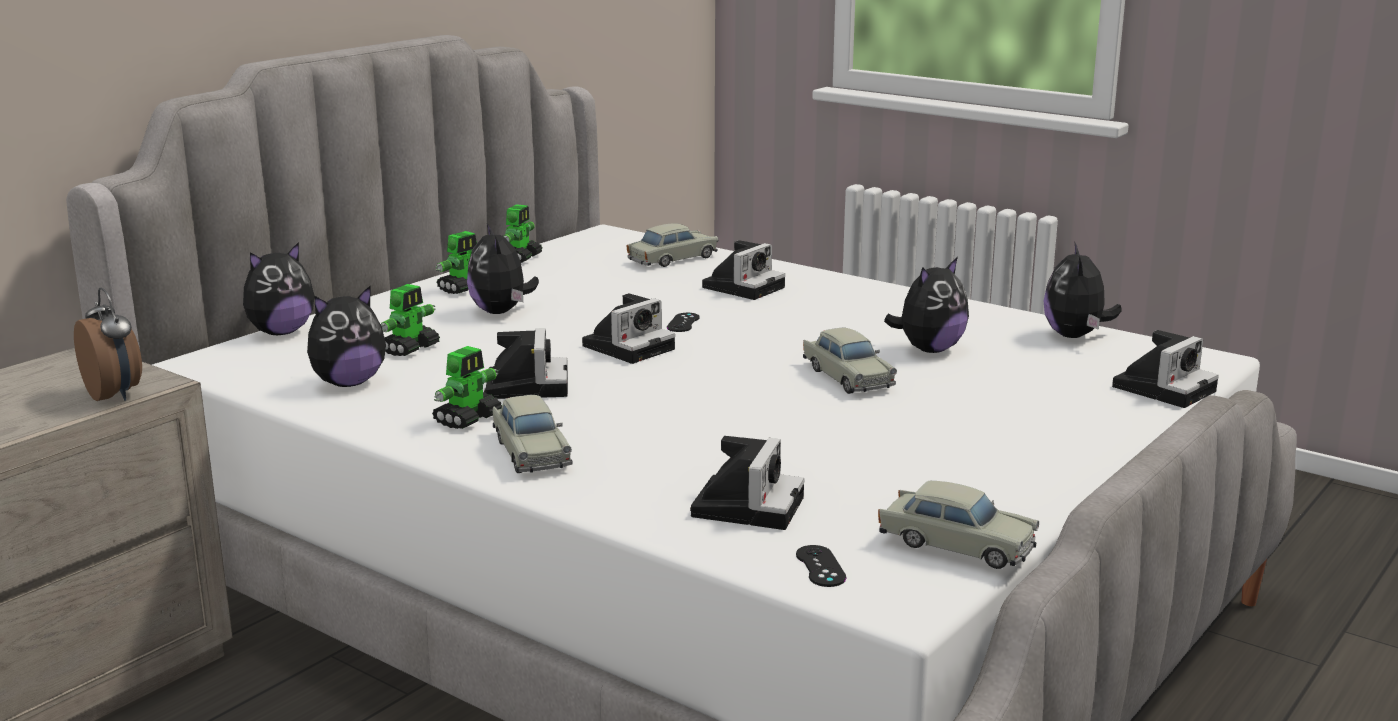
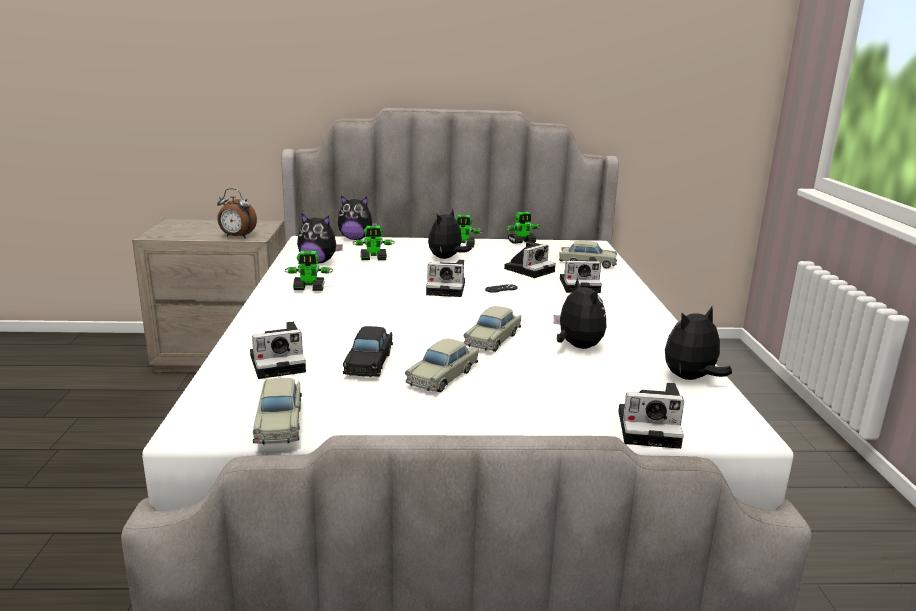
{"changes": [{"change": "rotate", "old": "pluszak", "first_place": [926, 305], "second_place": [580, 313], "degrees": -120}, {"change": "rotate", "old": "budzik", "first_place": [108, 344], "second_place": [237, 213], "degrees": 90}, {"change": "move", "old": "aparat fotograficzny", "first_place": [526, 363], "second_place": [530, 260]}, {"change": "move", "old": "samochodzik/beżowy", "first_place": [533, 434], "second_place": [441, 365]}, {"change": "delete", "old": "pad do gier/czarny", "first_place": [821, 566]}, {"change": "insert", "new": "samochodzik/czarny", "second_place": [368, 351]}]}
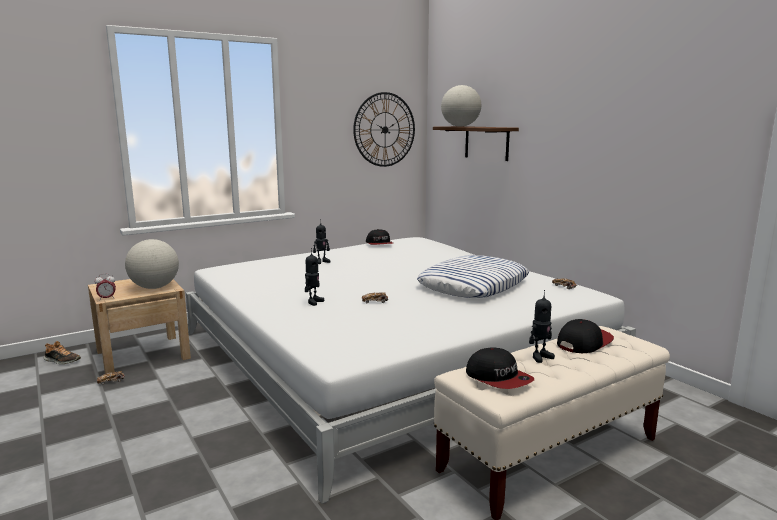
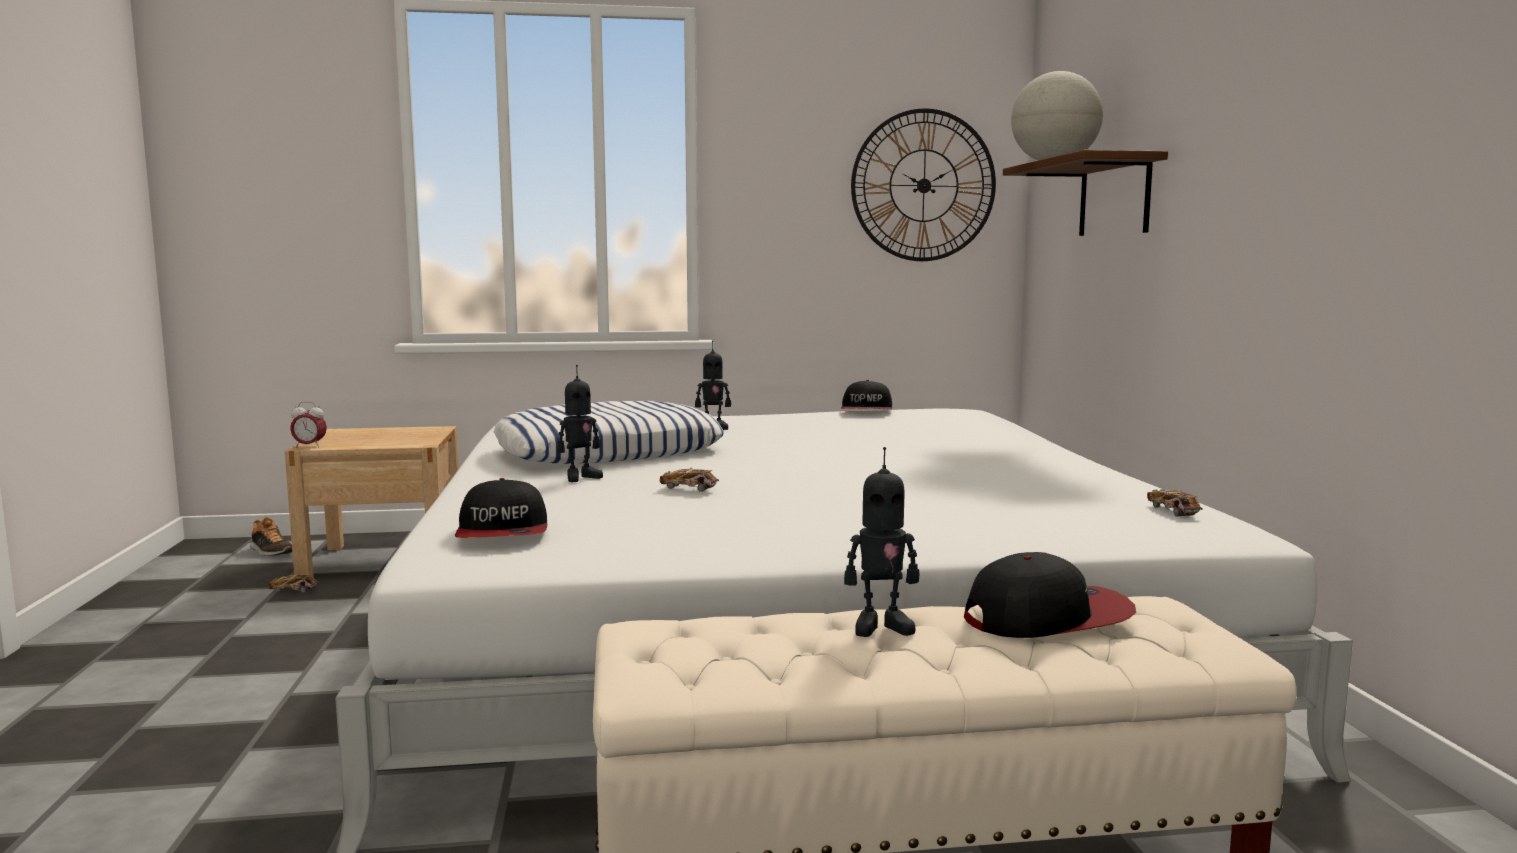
{"changes": [{"change": "delete", "old": "globus", "first_place": [152, 264]}, {"change": "move", "old": "poduszka", "first_place": [473, 276], "second_place": [609, 432]}, {"change": "move", "old": "czapka z daszkiem", "first_place": [500, 368], "second_place": [501, 508]}]}
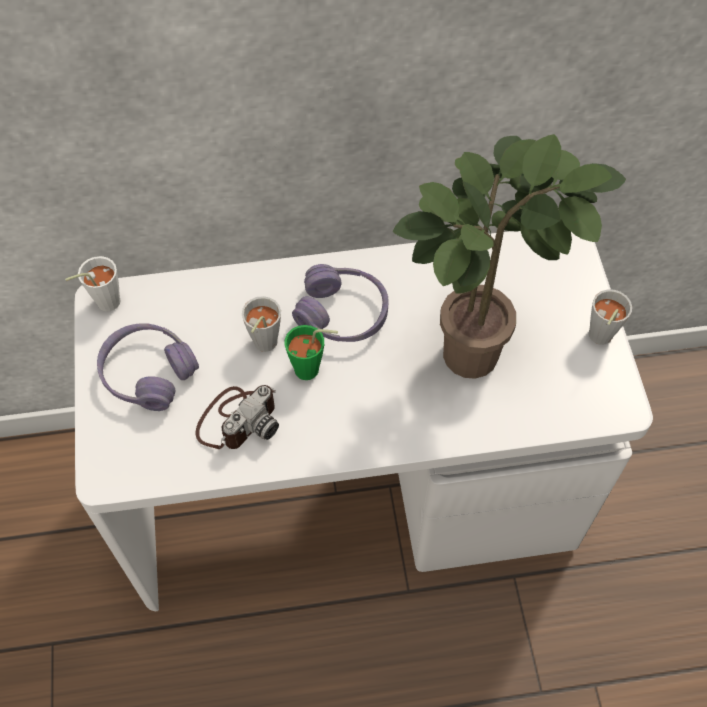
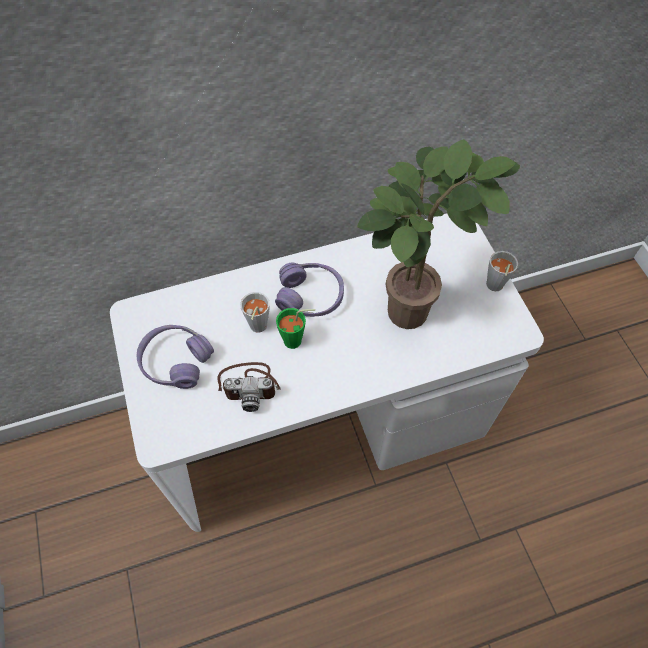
{"changes": [{"change": "delete", "old": "filiżanka/biały", "first_place": [93, 283]}, {"change": "rotate", "old": "aparat fotograficzny", "first_place": [237, 417], "second_place": [249, 387], "degrees": 60}]}
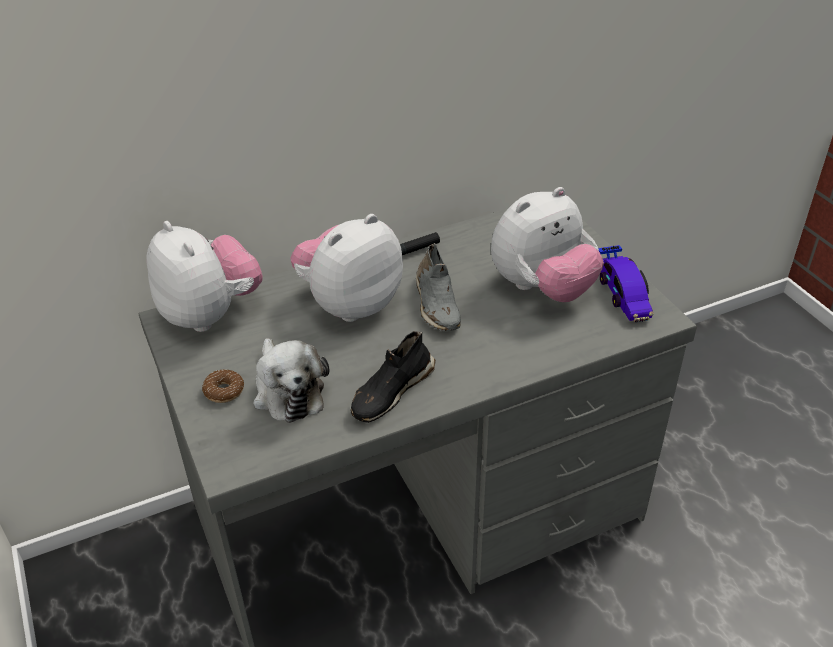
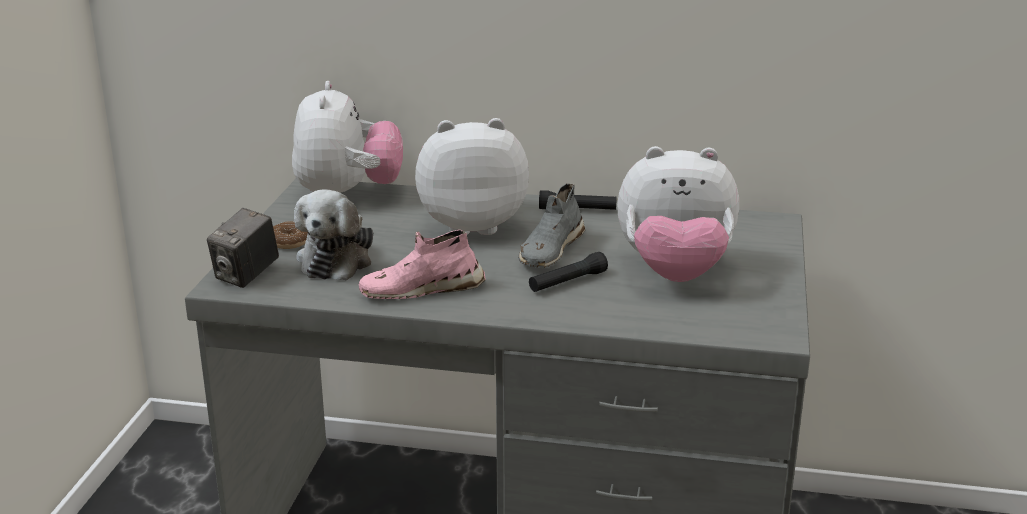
{"changes": [{"change": "delete", "old": "samochodzik", "first_place": [626, 284]}, {"change": "recolor", "old": "but/czarny", "new": "but/różowy", "first_place": [393, 377], "second_place": [422, 264]}, {"change": "insert", "new": "aparat fotograficzny", "second_place": [243, 248]}, {"change": "insert", "new": "latarka/czarny", "second_place": [568, 272]}]}
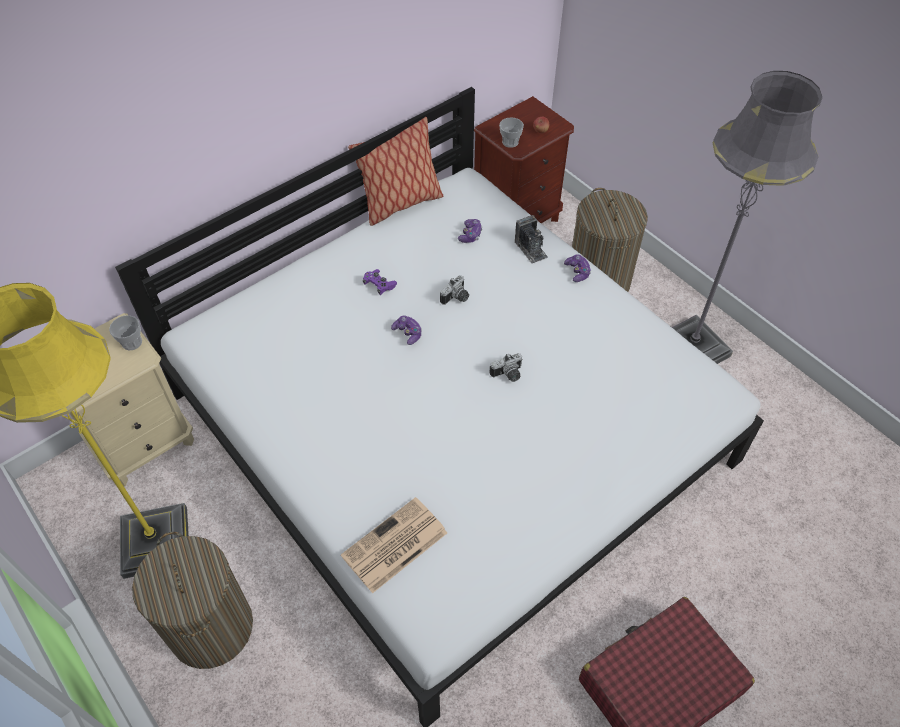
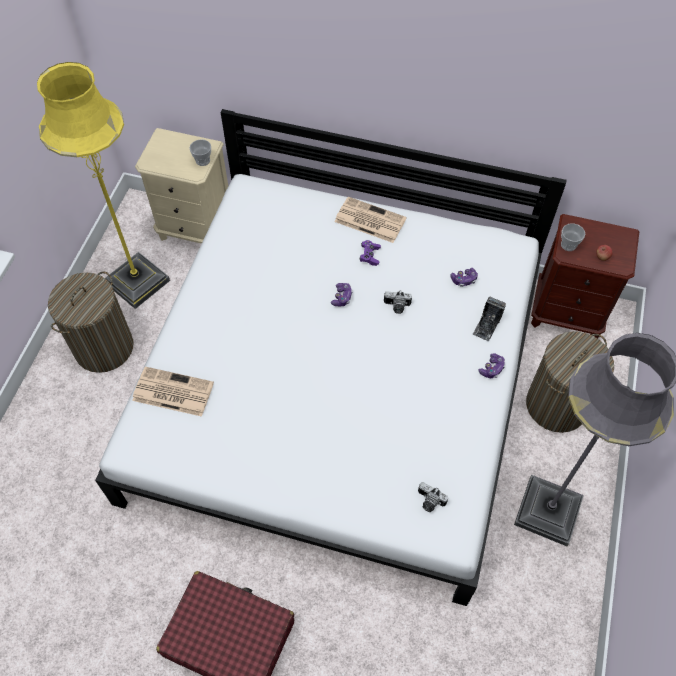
{"changes": [{"change": "delete", "old": "poduszka", "first_place": [395, 171]}, {"change": "move", "old": "aparat fotograficzny", "first_place": [505, 367], "second_place": [433, 497]}, {"change": "insert", "new": "gazeta", "second_place": [370, 220]}]}
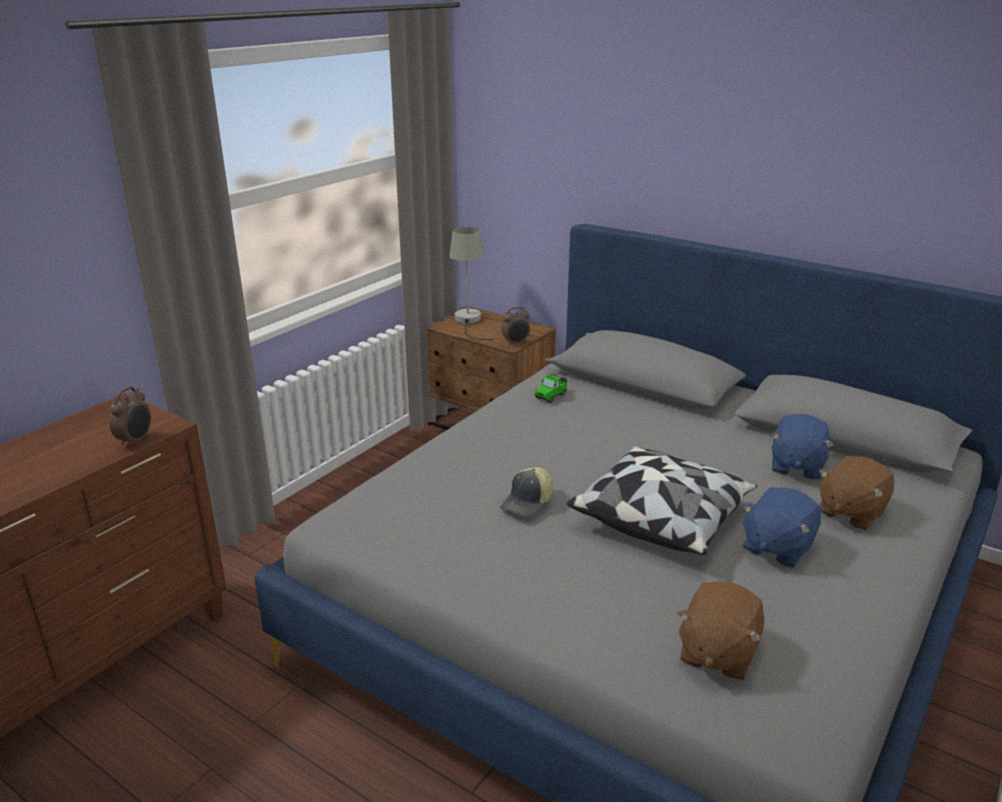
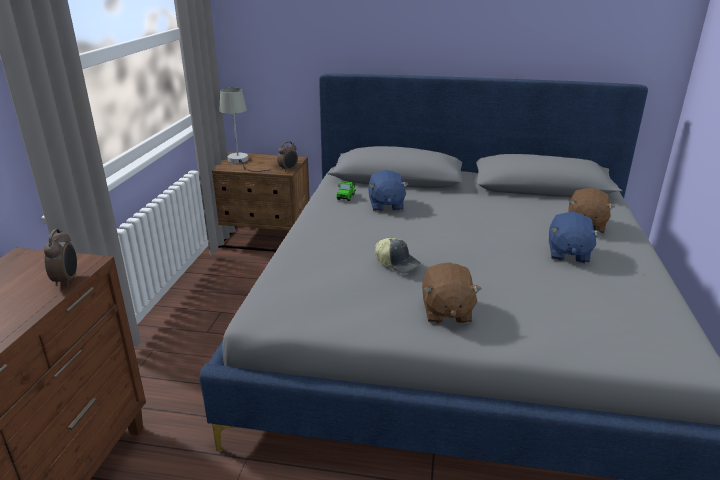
{"changes": [{"change": "move", "old": "pluszak/niebieski", "first_place": [802, 447], "second_place": [388, 191]}, {"change": "delete", "old": "poduszka", "first_place": [662, 500]}, {"change": "rotate", "old": "czapka z daszkiem", "first_place": [526, 492], "second_place": [398, 256], "degrees": -60}, {"change": "move", "old": "pluszak/brązowy", "first_place": [721, 630], "second_place": [451, 293]}]}
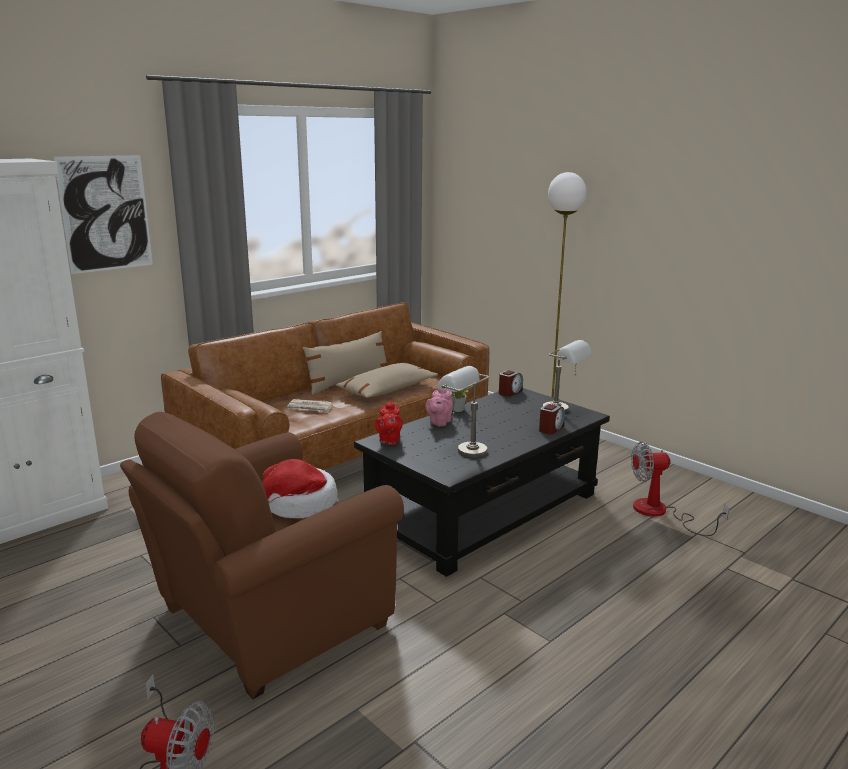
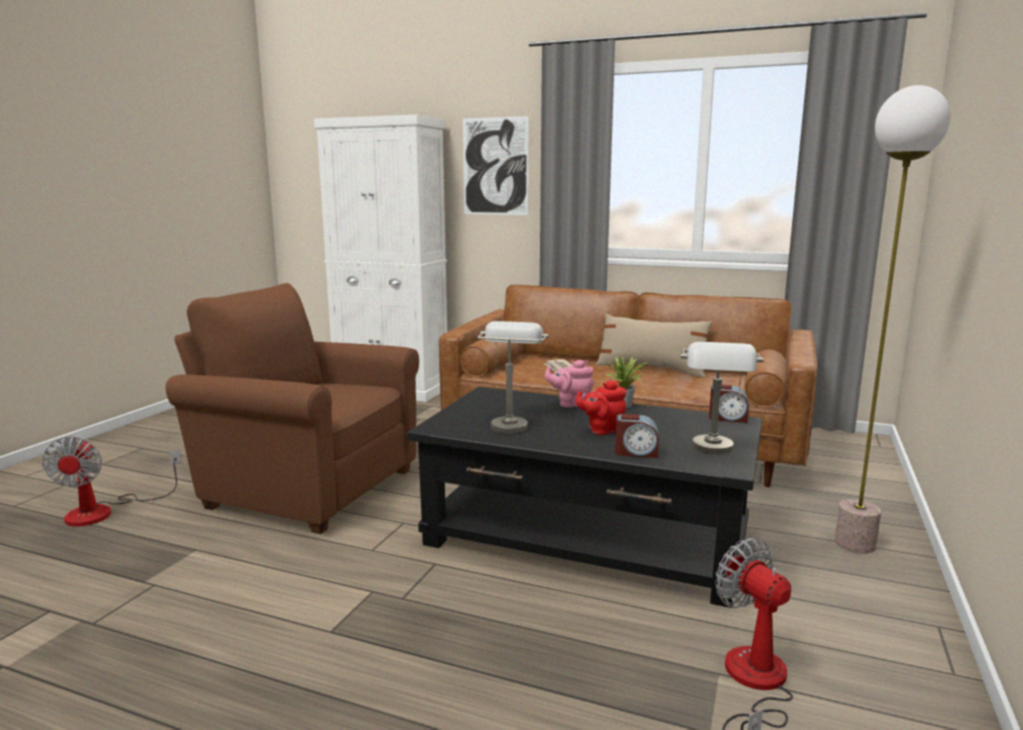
{"changes": [{"change": "delete", "old": "poduszka/beżowy", "first_place": [387, 380]}, {"change": "move", "old": "imbryk/czerwony", "first_place": [389, 423], "second_place": [601, 407]}, {"change": "delete", "old": "kapelusz", "first_place": [299, 488]}]}
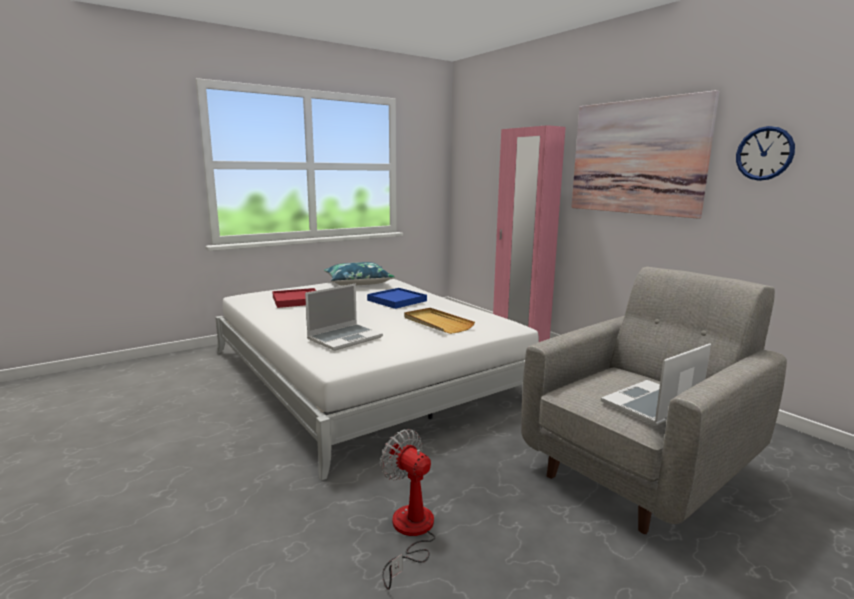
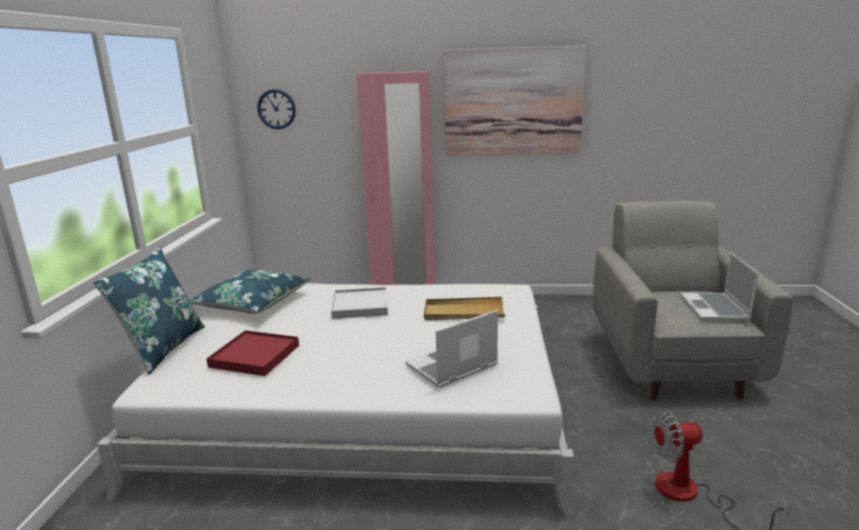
{"changes": [{"change": "move", "old": "zegar ścienny", "first_place": [765, 153], "second_place": [276, 109]}, {"change": "rotate", "old": "laptop", "first_place": [344, 317], "second_place": [452, 349], "degrees": -120}, {"change": "recolor", "old": "taca/niebieski", "new": "taca/biały", "first_place": [397, 298], "second_place": [359, 303]}, {"change": "insert", "new": "poduszka/niebieski", "second_place": [149, 310]}]}
